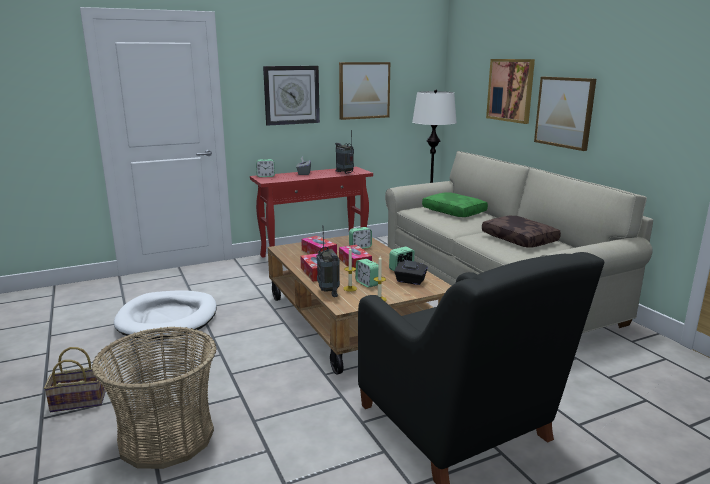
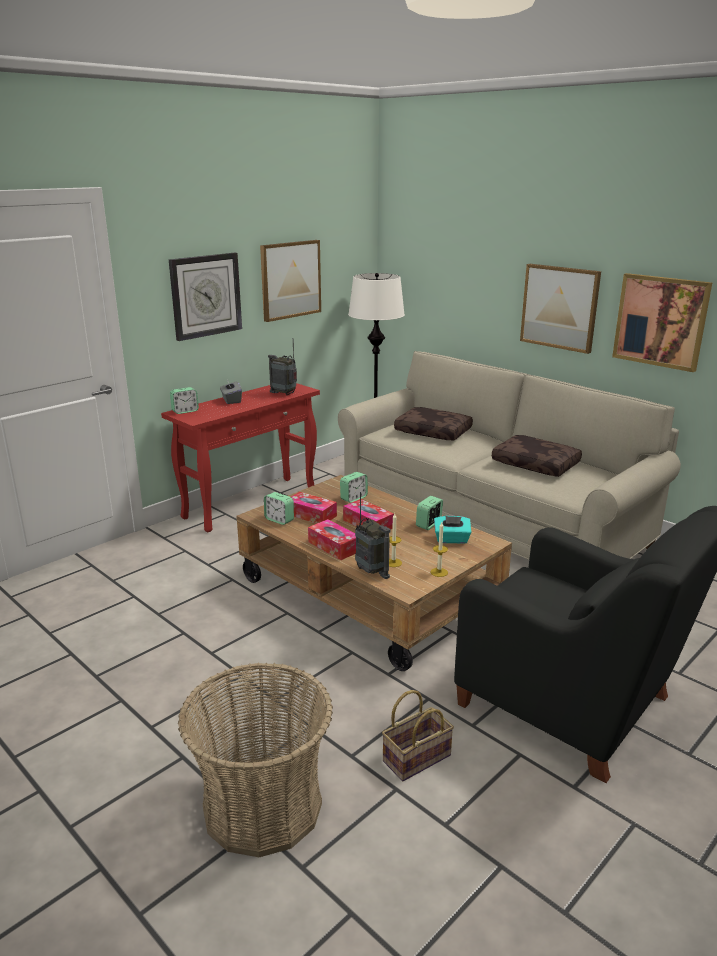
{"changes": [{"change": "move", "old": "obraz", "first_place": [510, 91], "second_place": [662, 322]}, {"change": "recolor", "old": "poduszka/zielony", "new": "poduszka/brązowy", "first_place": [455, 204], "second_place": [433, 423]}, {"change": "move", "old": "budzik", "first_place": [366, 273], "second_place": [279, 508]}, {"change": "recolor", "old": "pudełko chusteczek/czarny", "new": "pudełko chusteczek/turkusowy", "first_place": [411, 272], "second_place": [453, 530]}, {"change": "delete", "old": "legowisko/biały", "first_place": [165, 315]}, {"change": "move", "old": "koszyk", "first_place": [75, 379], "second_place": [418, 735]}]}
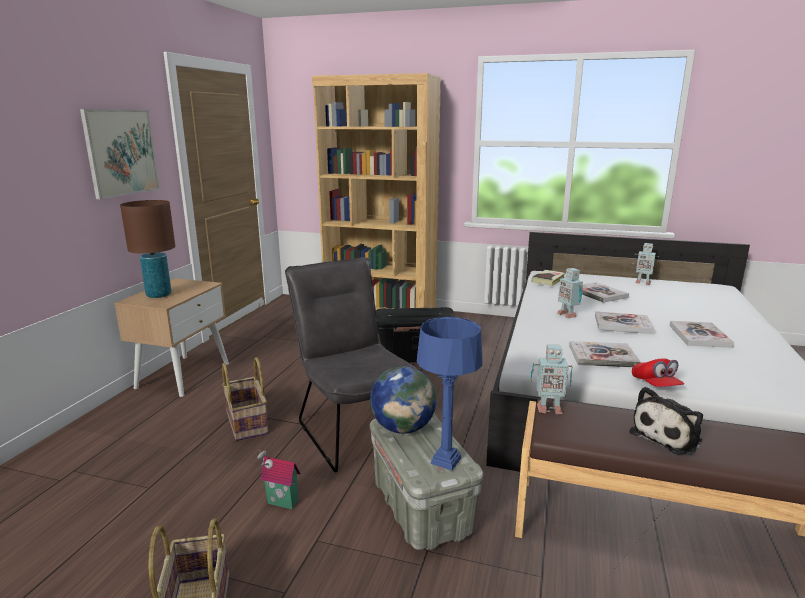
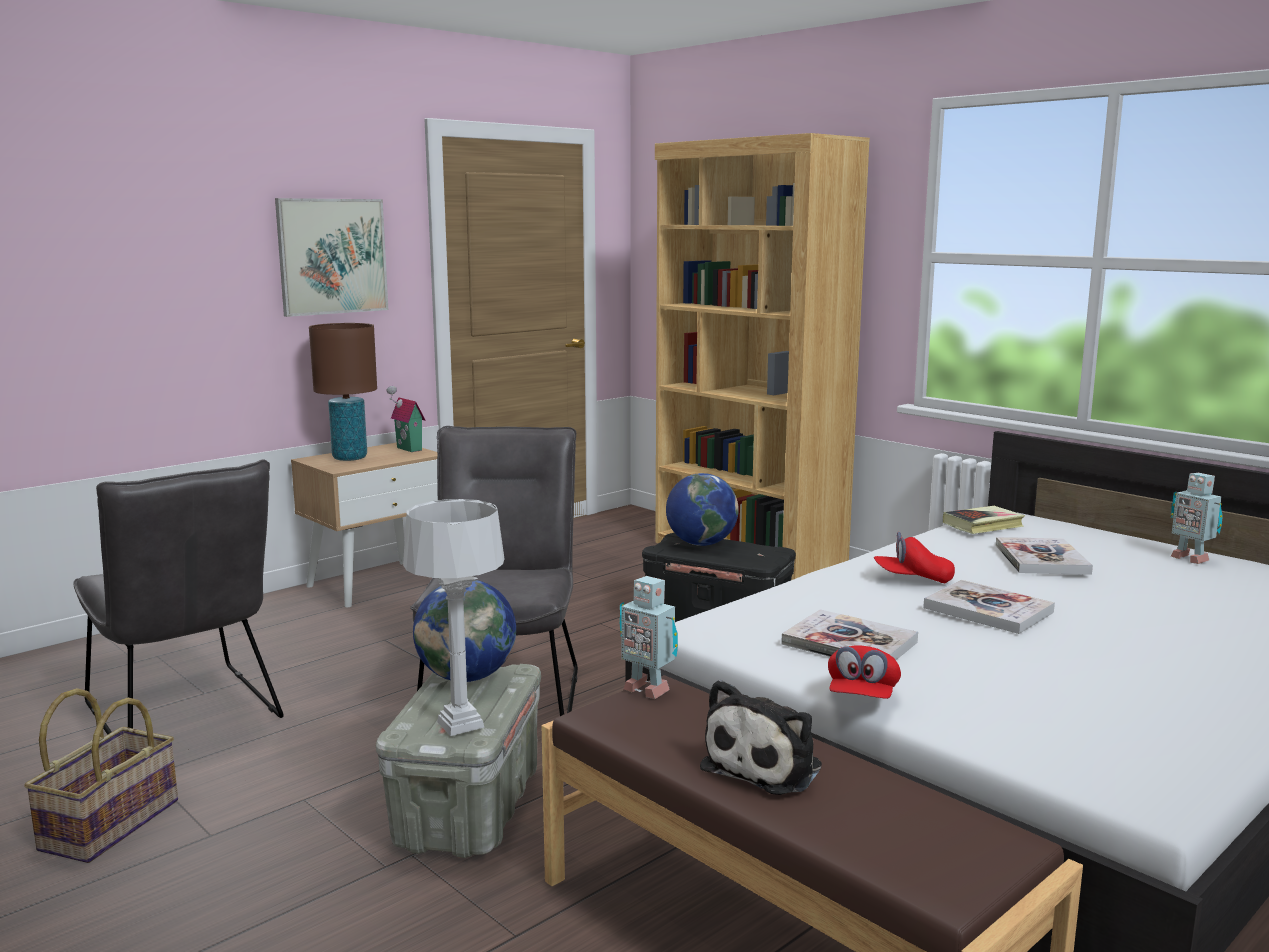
{"changes": [{"change": "replace", "old": "robot zabawkowy", "new": "czapka z daszkiem/czerwony", "first_place": [570, 293], "second_place": [914, 557]}, {"change": "recolor", "old": "lampa stołowa/niebieski", "new": "lampa stołowa/szary", "first_place": [450, 393], "second_place": [453, 617]}, {"change": "delete", "old": "książka", "first_place": [701, 334]}, {"change": "delete", "old": "koszyk", "first_place": [245, 399]}, {"change": "rotate", "old": "pluszak", "first_place": [666, 421], "second_place": [761, 737], "degrees": -45}, {"change": "move", "old": "domek", "first_place": [279, 479], "second_place": [405, 419]}, {"change": "insert", "new": "krzesło/szary", "second_place": [178, 597]}, {"change": "insert", "new": "globus", "second_place": [702, 509]}]}
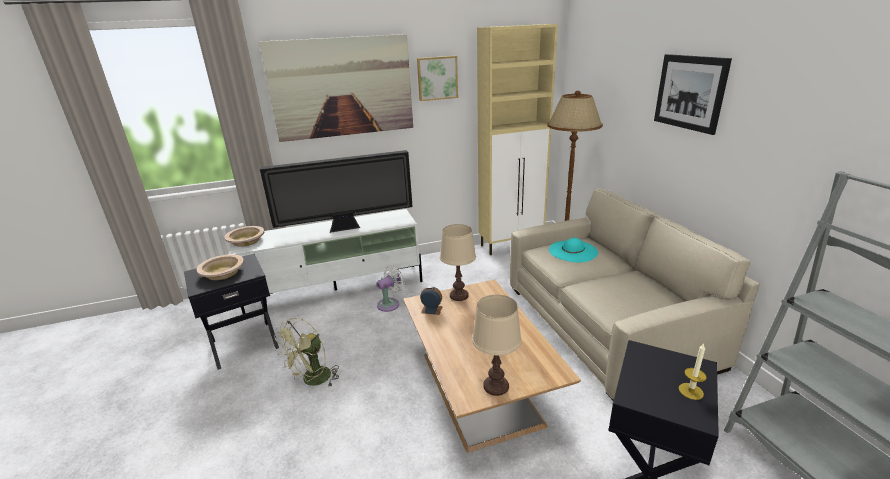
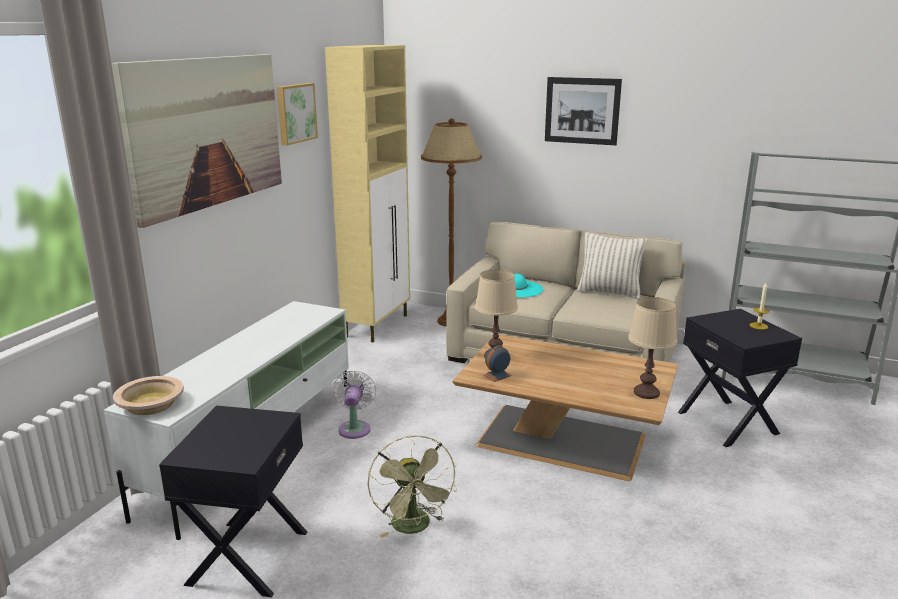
{"changes": [{"change": "delete", "old": "telewizor", "first_place": [336, 191]}, {"change": "delete", "old": "miska/beżowy", "first_place": [220, 267]}, {"change": "insert", "new": "poduszka", "second_place": [612, 266]}]}
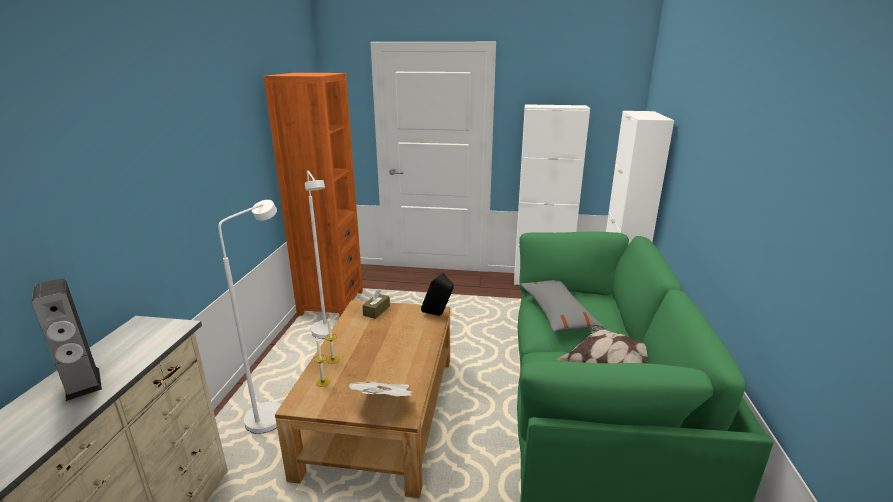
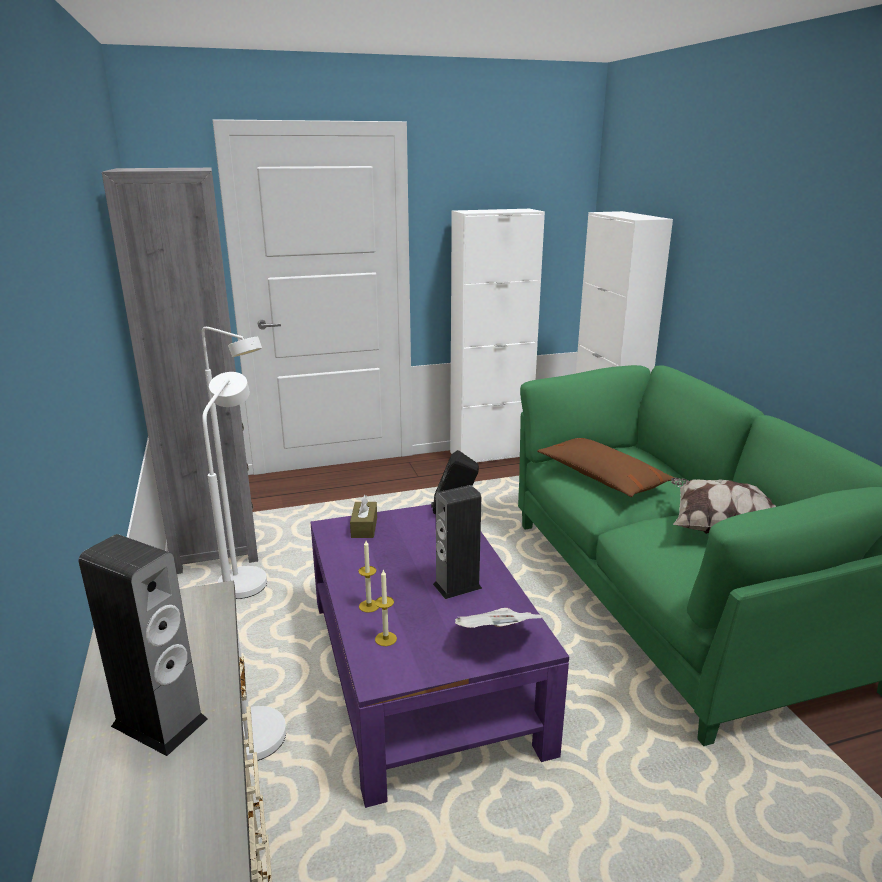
{"changes": [{"change": "recolor", "old": "regał/pomarańczowy", "new": "regał/szary", "first_place": [313, 195], "second_place": [180, 371]}, {"change": "recolor", "old": "poduszka/szary", "new": "poduszka/brązowy", "first_place": [561, 306], "second_place": [606, 467]}, {"change": "recolor", "old": "ława/brązowy", "new": "ława/fioletowy", "first_place": [362, 399], "second_place": [439, 656]}, {"change": "insert", "new": "głośnik", "second_place": [457, 542]}]}
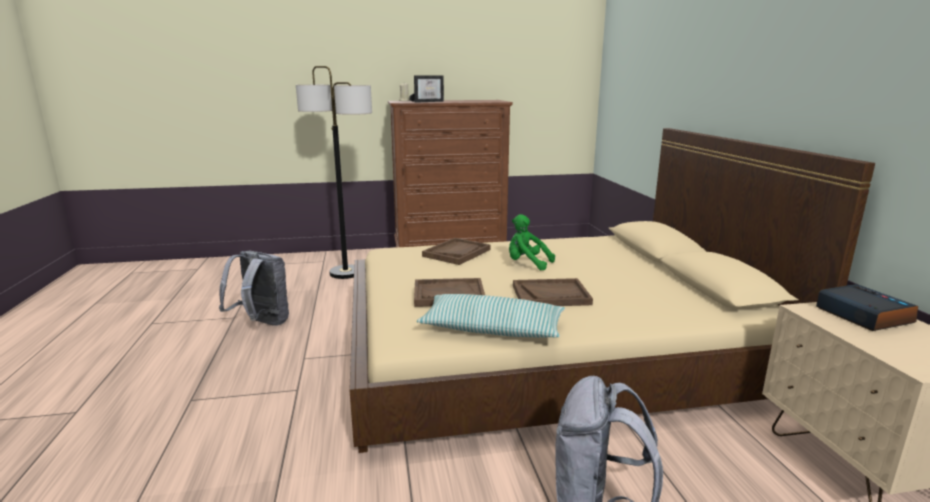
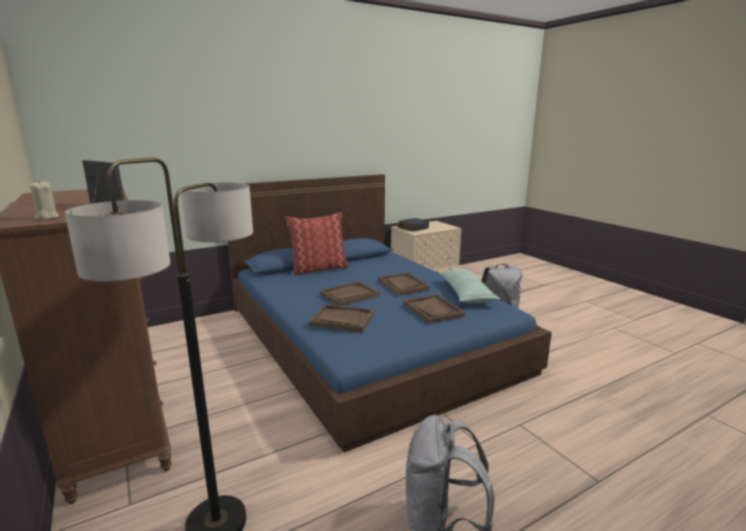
{"changes": [{"change": "recolor", "old": "łóżko/beżowy", "new": "łóżko/niebieski", "first_place": [612, 290], "second_place": [390, 313]}, {"change": "replace", "old": "pluszak/zielony", "new": "taca/brązowy", "first_place": [532, 242], "second_place": [350, 293]}, {"change": "insert", "new": "poduszka", "second_place": [317, 243]}]}
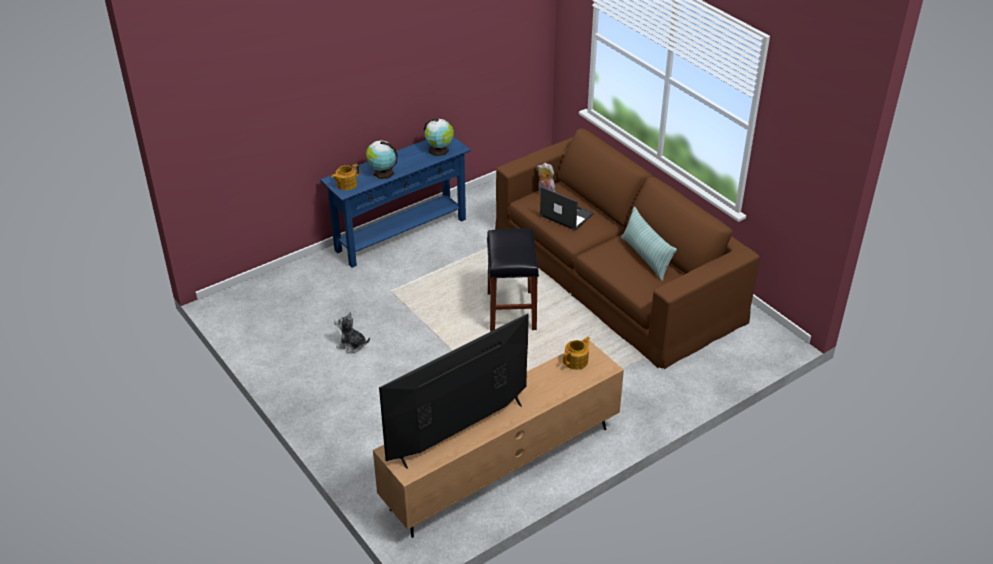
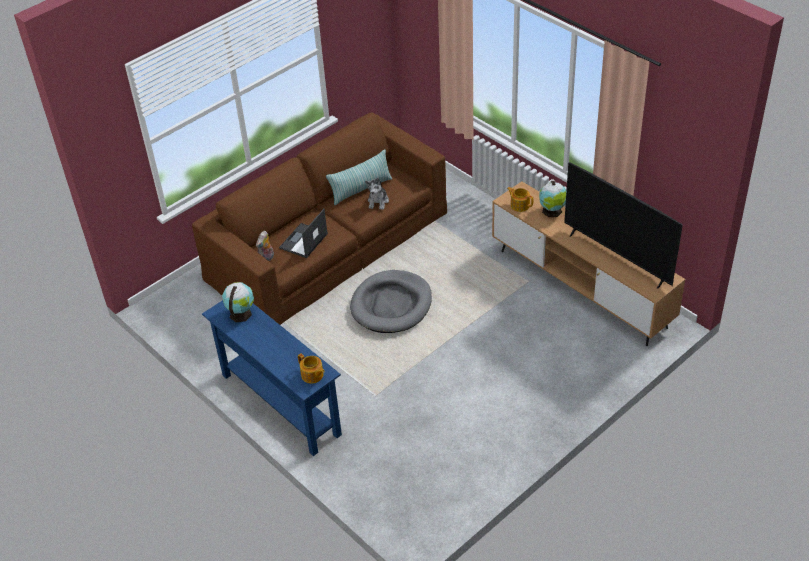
{"changes": [{"change": "move", "old": "globus", "first_place": [382, 159], "second_place": [552, 199]}, {"change": "replace", "old": "stołek/czarny", "new": "legowisko/szary", "first_place": [513, 279], "second_place": [391, 301]}, {"change": "move", "old": "pluszak", "first_place": [352, 332], "second_place": [377, 194]}]}
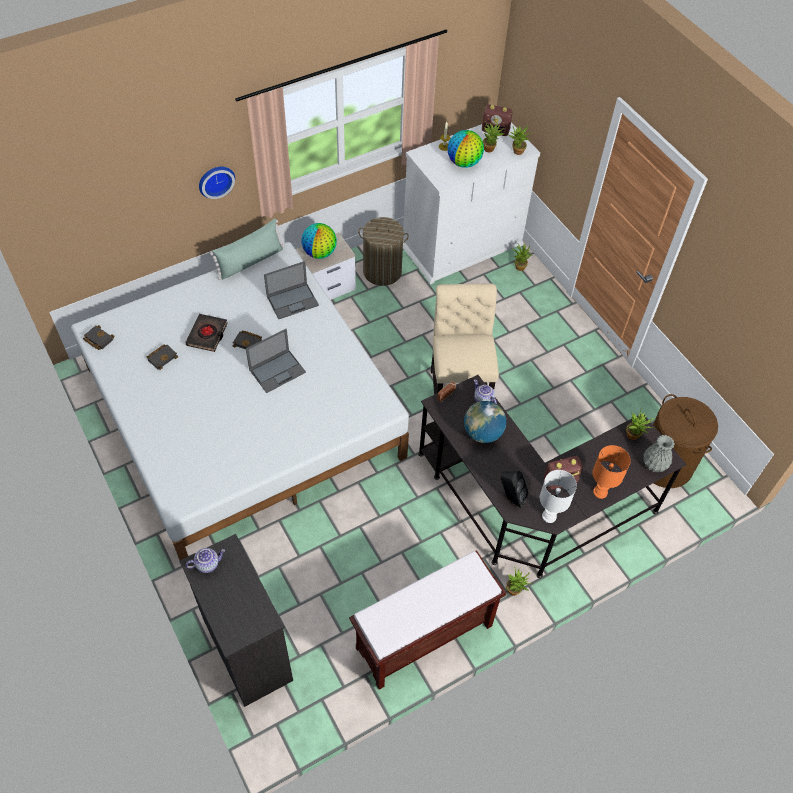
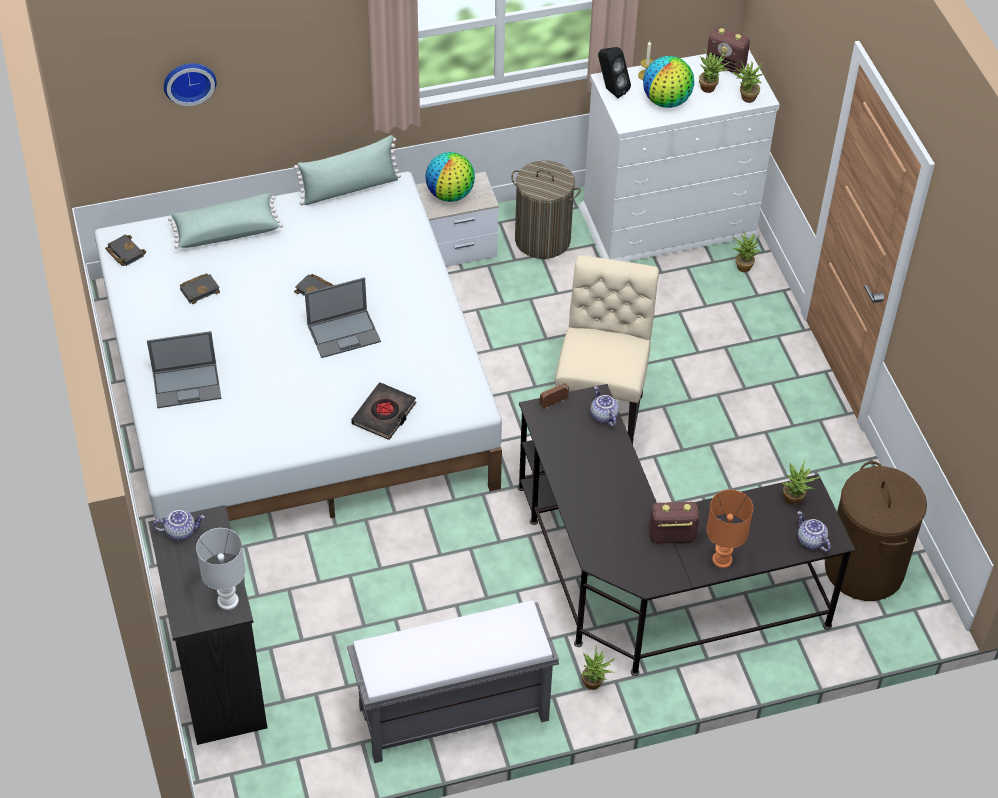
{"changes": [{"change": "move", "old": "zegar ścienny", "first_place": [217, 183], "second_place": [190, 84]}, {"change": "move", "old": "laptop", "first_place": [291, 290], "second_place": [184, 369]}, {"change": "move", "old": "książka/czarny", "first_place": [206, 333], "second_place": [384, 411]}, {"change": "delete", "old": "globus", "first_place": [485, 422]}, {"change": "replace", "old": "wazon/szary", "new": "imbryk", "first_place": [659, 454], "second_place": [814, 531]}, {"change": "move", "old": "lampa stołowa/biały", "first_place": [558, 496], "second_place": [221, 569]}, {"change": "move", "old": "głośnik/czarny", "first_place": [515, 489], "second_place": [614, 72]}, {"change": "recolor", "old": "ławka/brązowy", "new": "ławka/szary", "first_place": [427, 620], "second_place": [453, 681]}, {"change": "insert", "new": "poduszka/zielony", "second_place": [225, 221]}]}
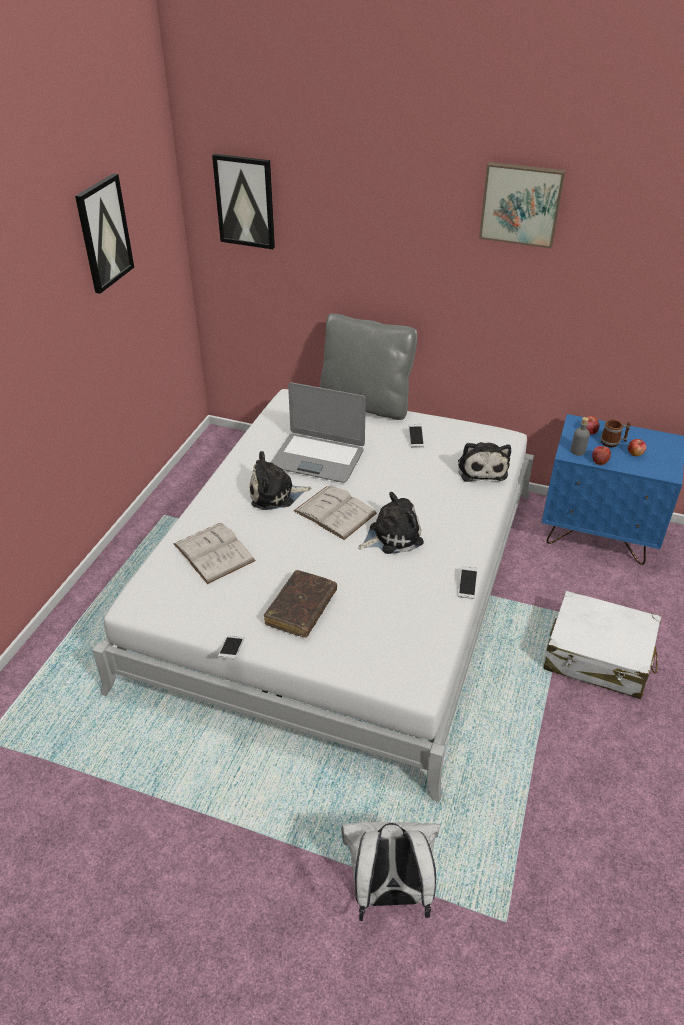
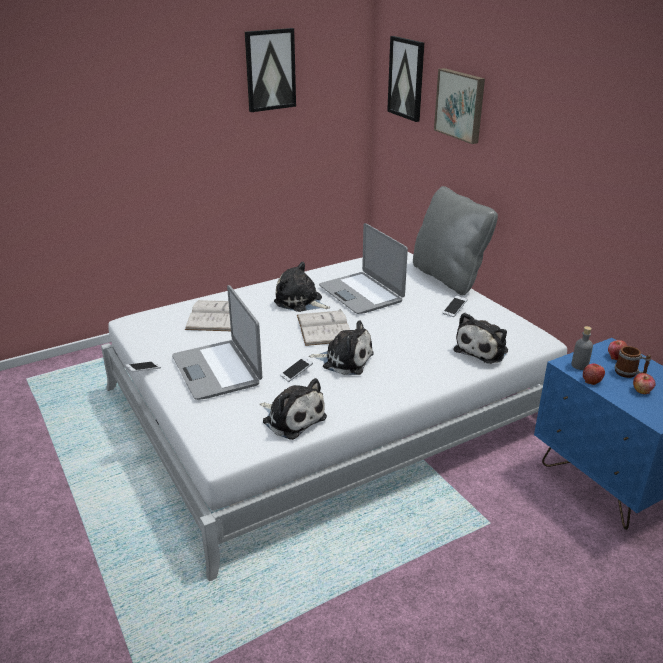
{"changes": [{"change": "move", "old": "obraz", "first_place": [522, 205], "second_place": [459, 106]}, {"change": "move", "old": "telefon", "first_place": [468, 582], "second_place": [296, 369]}, {"change": "replace", "old": "książka/brązowy", "new": "laptop", "first_place": [300, 603], "second_place": [217, 342]}, {"change": "delete", "old": "walizka/biały", "first_place": [602, 645]}, {"change": "delete", "old": "plecak/biały", "first_place": [390, 871]}, {"change": "insert", "new": "pluszak", "second_place": [293, 409]}]}
